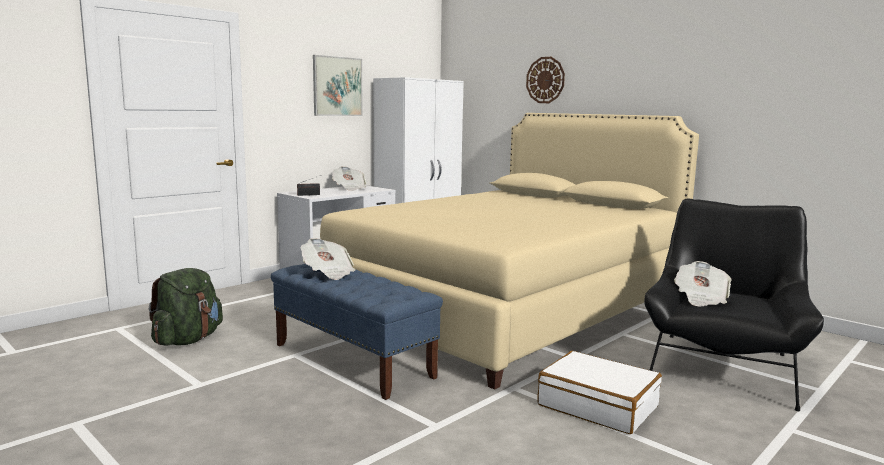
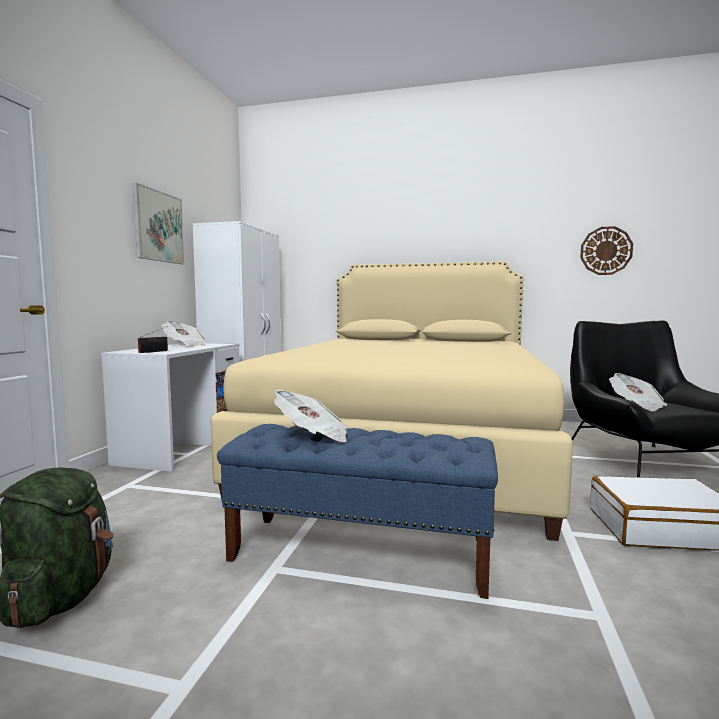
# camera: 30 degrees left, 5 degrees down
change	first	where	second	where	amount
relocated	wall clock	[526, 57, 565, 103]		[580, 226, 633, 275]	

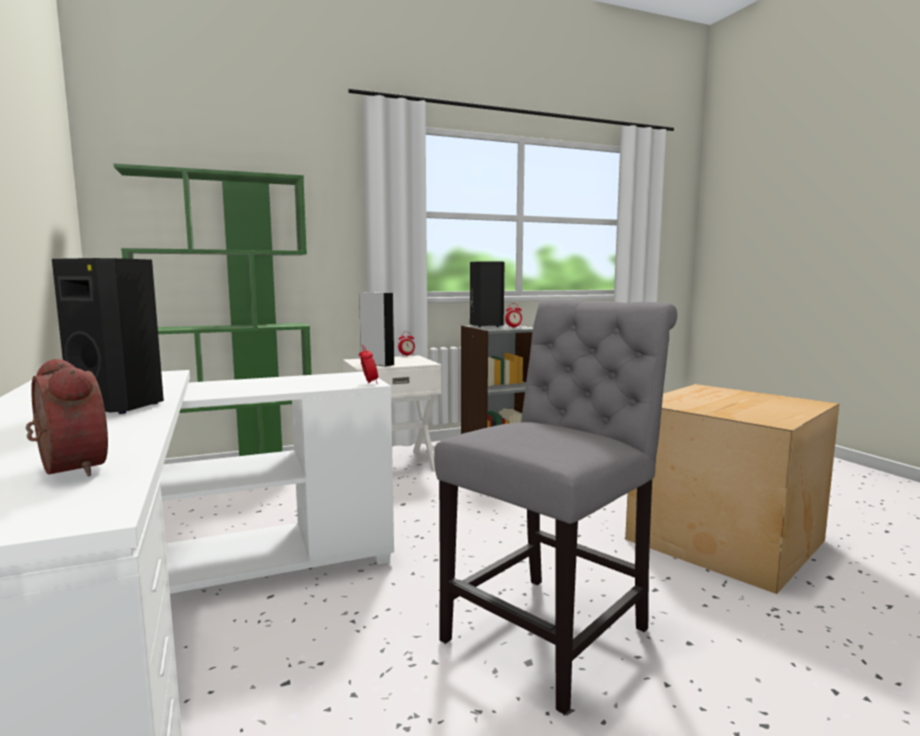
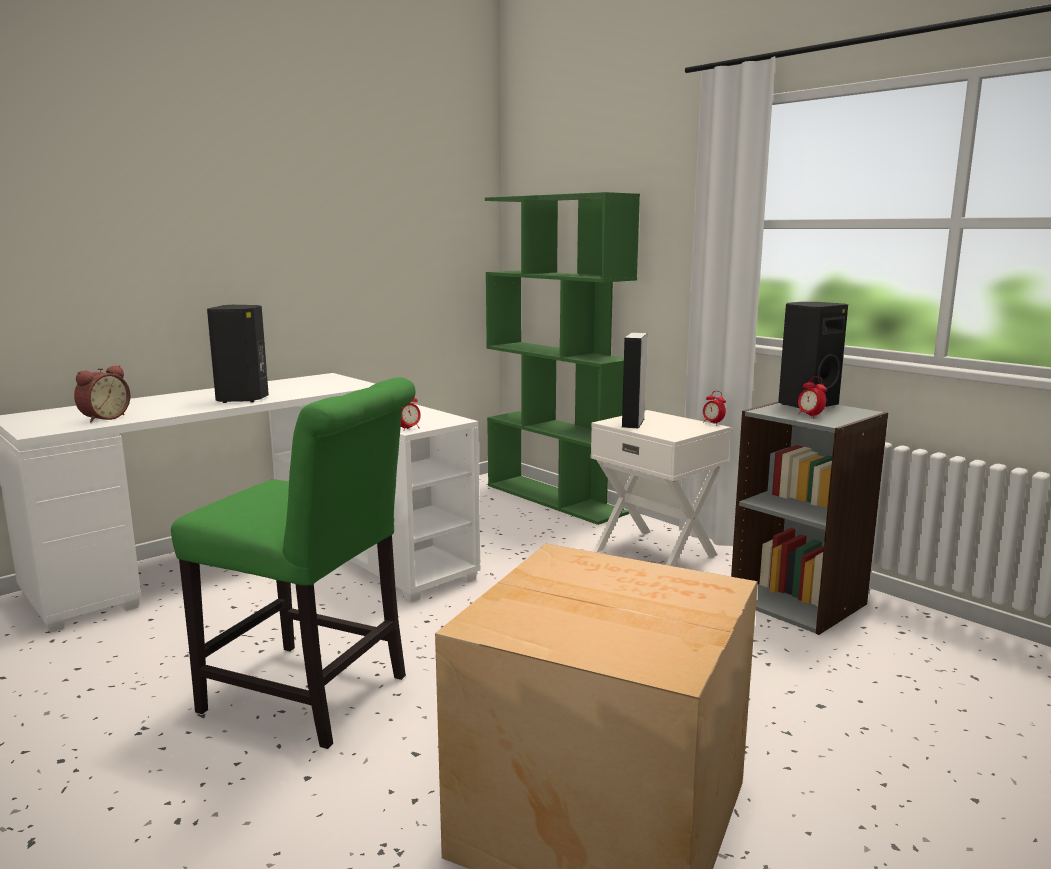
# camera: 70 degrees right, 5 degrees up
change	first	where	second	where	amount
colour	plain chair (greyish)	[434, 299, 677, 715]	plain chair (green-coloured)	[171, 377, 415, 749]	

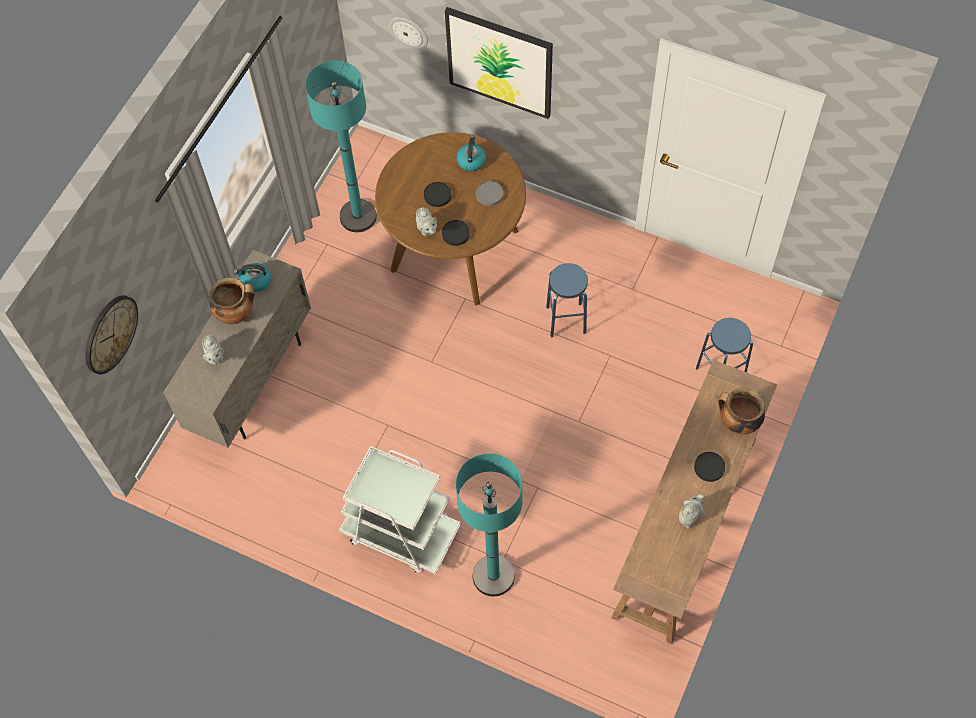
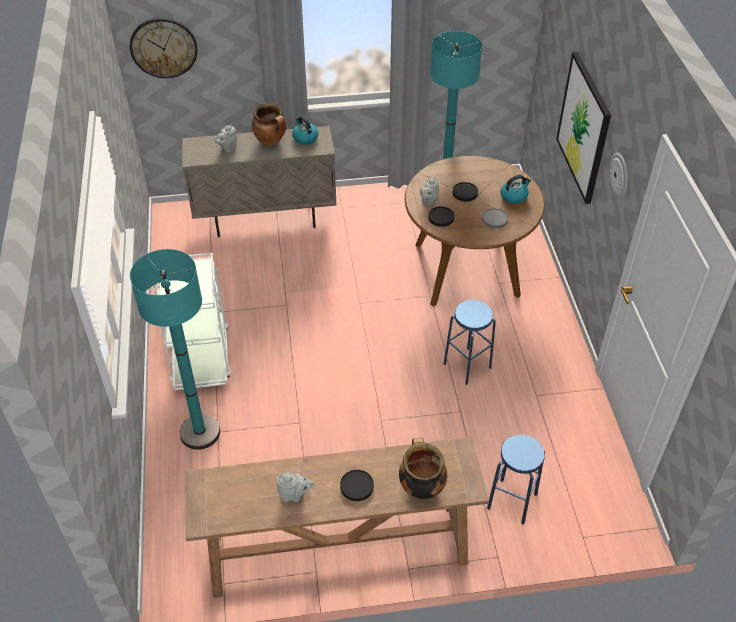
# camera: 55 degrees right, 15 degrees down
change	first	where	second	where	amount
relocated	wall clock	[389, 17, 428, 49]		[610, 153, 628, 199]	

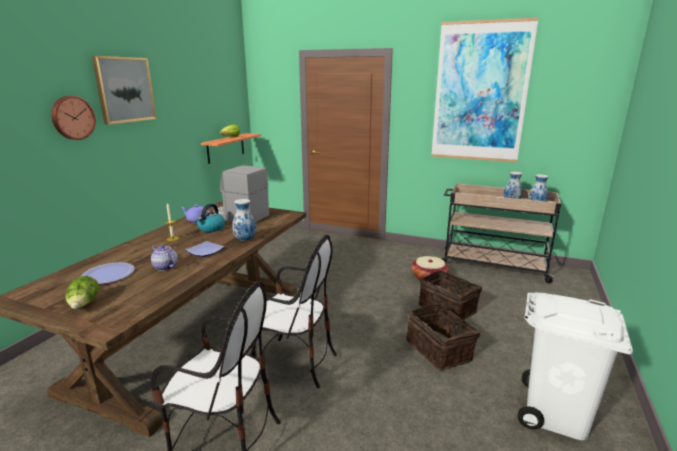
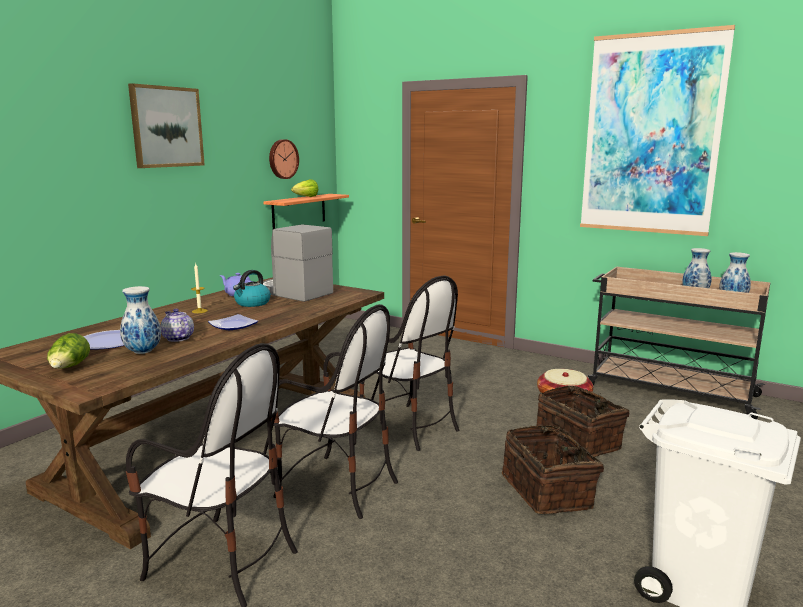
# camera: 10 degrees right, 5 degrees down
change	first	where	second	where	amount
relocated	wall clock	[51, 96, 96, 140]		[269, 139, 299, 179]	
relocated	decorative vase	[232, 199, 256, 241]		[120, 286, 161, 354]	
appeared			plain chair	[360, 276, 460, 451]	

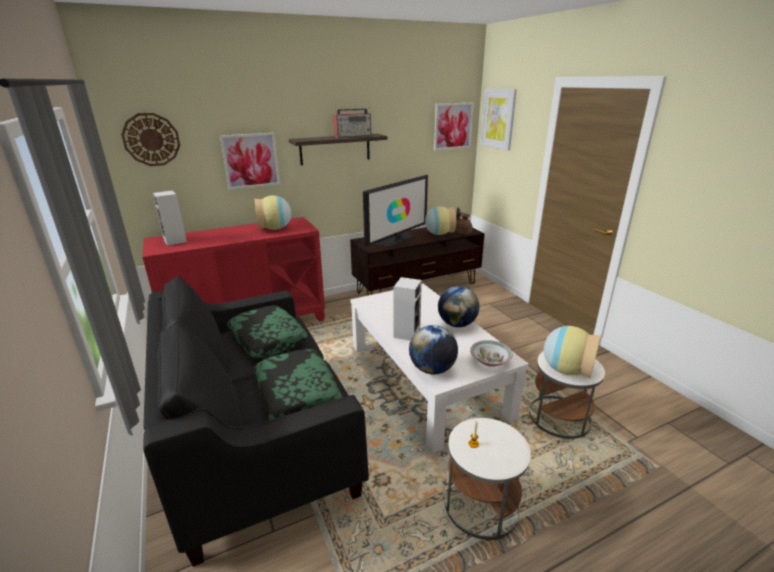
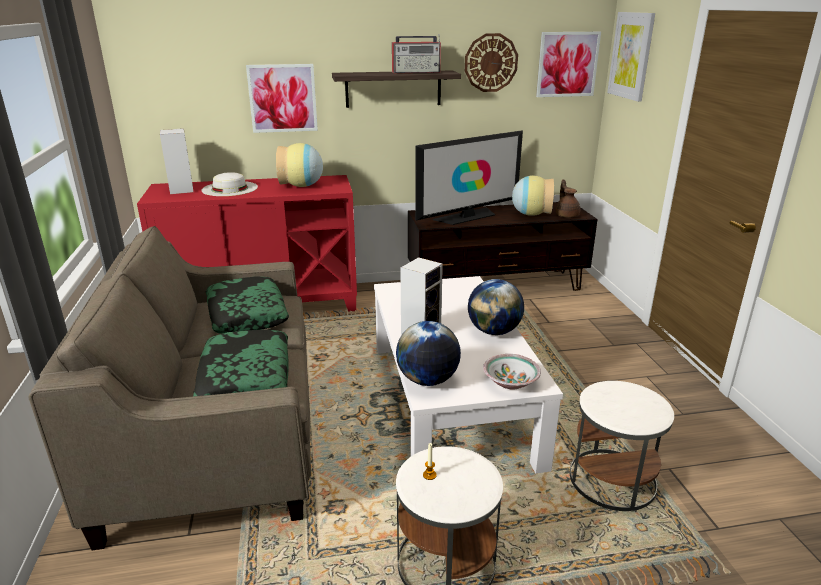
# camera: 15 degrees right, 0 degrees up
change	first	where	second	where	amount
relocated	wall clock	[121, 113, 180, 166]		[465, 33, 518, 92]	
colour	sofa (blackish)	[143, 276, 369, 567]	sofa (sand-coloured)	[28, 226, 311, 550]	
missing	decorative vase	[544, 326, 601, 378]			
appeared			clothing hat (whitish)	[201, 172, 258, 196]	

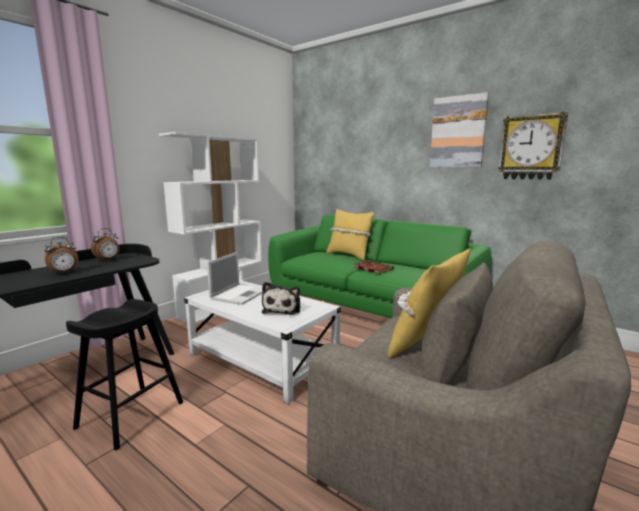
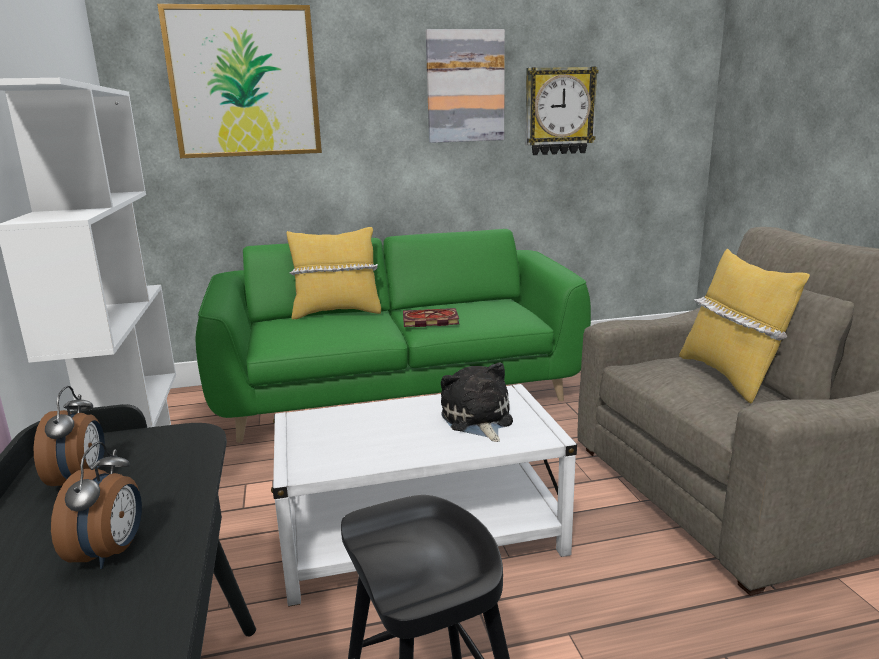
# camera: 50 degrees left, 5 degrees up
change	first	where	second	where	amount
missing	portable computer	[207, 252, 263, 305]			
spun	cuddly toy	[262, 282, 301, 315]		[441, 362, 513, 442]	150 degrees counterclockwise
appeared			wall picture	[157, 4, 322, 158]	

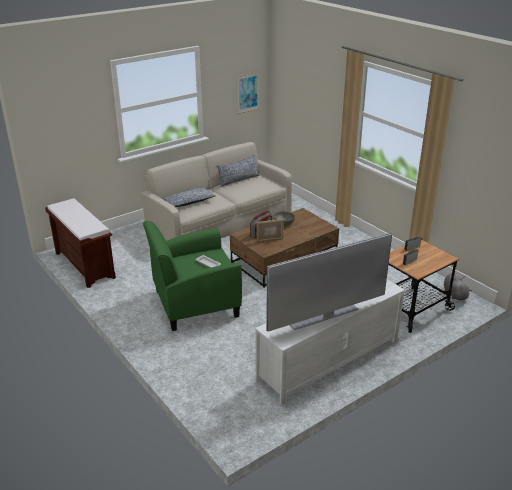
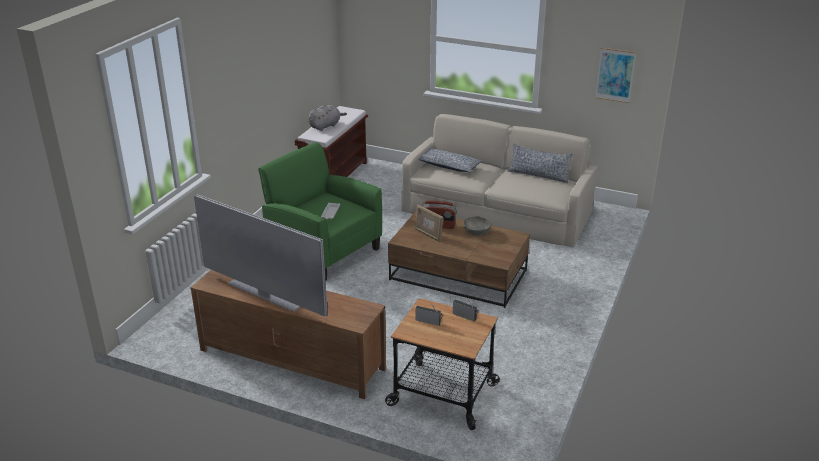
# camera: 60 degrees right, 0 degrees up
change	first	where	second	where	amount
relocated	cuddly toy (greyish)	[444, 273, 472, 300]		[308, 105, 347, 131]	
colour	tv unit (whitish)	[255, 279, 405, 405]	tv unit (brown)	[190, 270, 386, 399]	

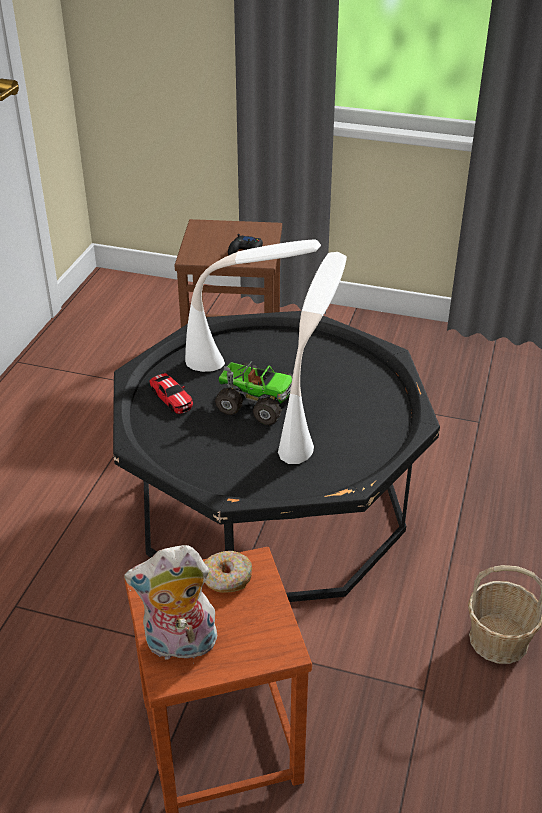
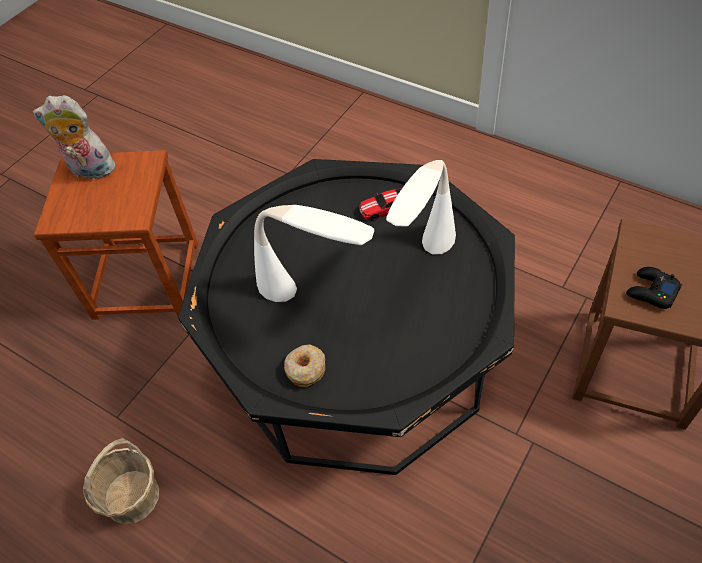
# camera: 110 degrees right, 15 degrees up
change	first	where	second	where	amount
missing	toy lorry	[215, 361, 293, 425]			
spun	cuddly toy	[124, 545, 218, 660]		[33, 95, 116, 179]	90 degrees counterclockwise
relocated	ring doughnut	[204, 551, 252, 593]		[284, 344, 325, 387]	

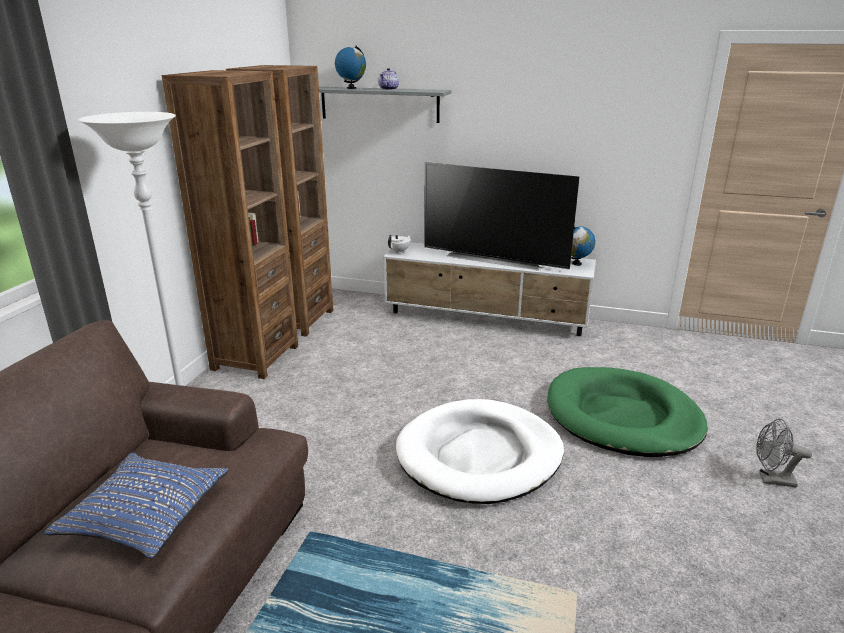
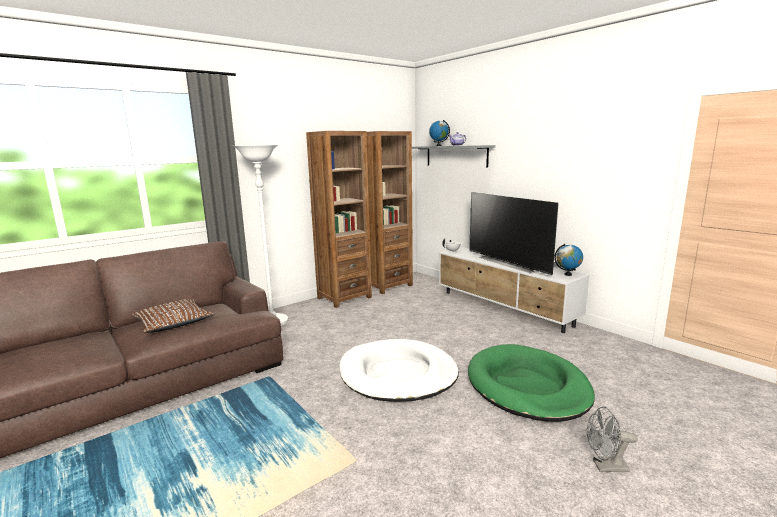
# camera: 35 degrees right, 10 degrees down
change	first	where	second	where	amount
spun	cooling fan (greyish)	[756, 419, 812, 488]		[587, 407, 638, 472]	45 degrees counterclockwise
colour	cushion (blue-coloured)	[44, 453, 228, 558]	cushion (brown)	[131, 299, 214, 333]	

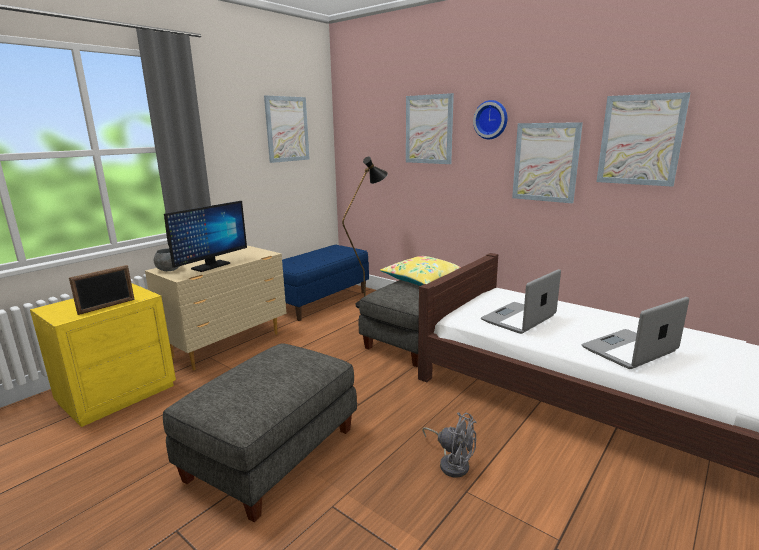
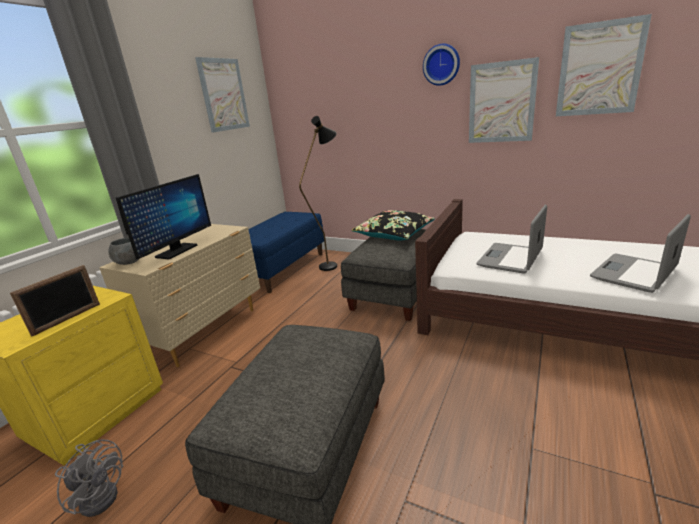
# camera: 10 degrees left, 5 degrees up
change	first	where	second	where	amount
missing	wall picture	[406, 93, 454, 164]			
colour	cushion (yellow-coloured)	[380, 256, 461, 286]	cushion (blackish)	[352, 210, 435, 241]	
relocated	cooling fan (greyish)	[422, 412, 477, 478]		[55, 439, 123, 517]	

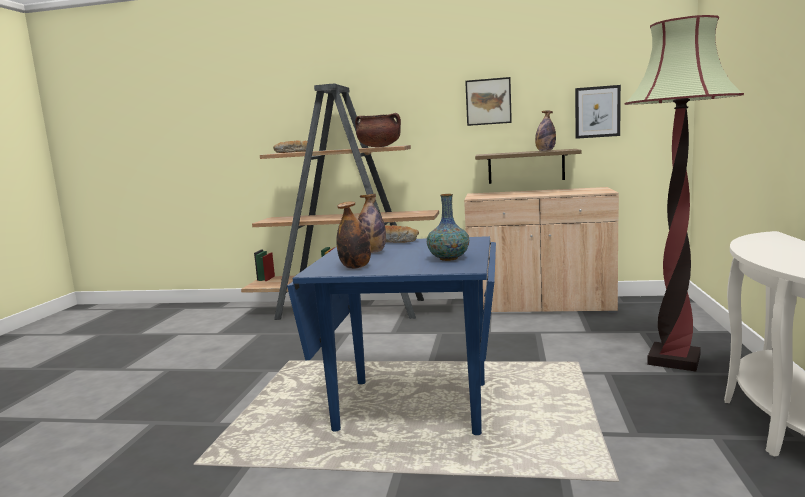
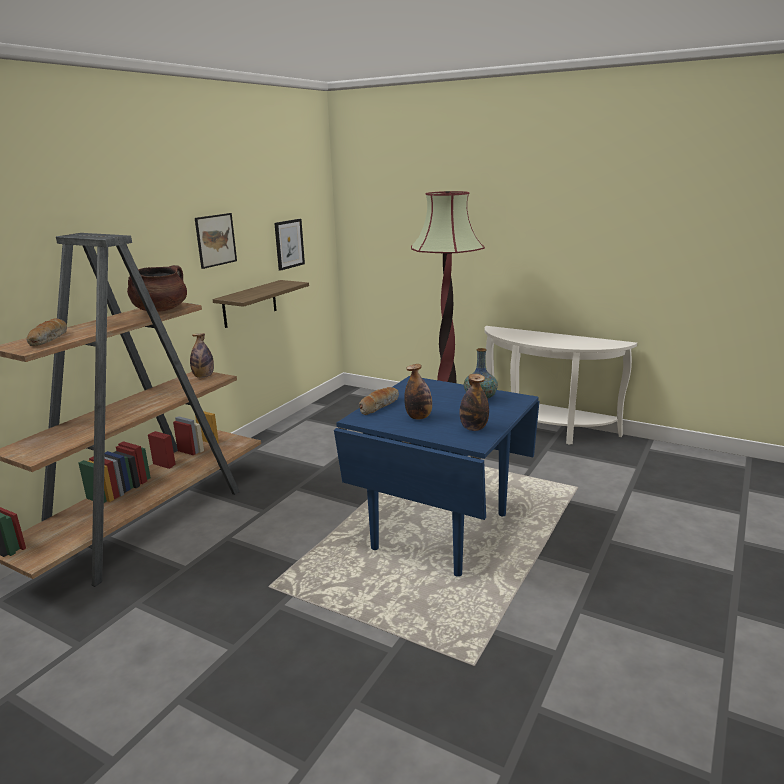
# camera: 70 degrees left, 10 degrees up
change	first	where	second	where	amount
relocated	beverage bottle	[535, 110, 556, 151]		[190, 333, 214, 378]	
missing	cabinet (sand-coloured)	[464, 187, 619, 313]			

